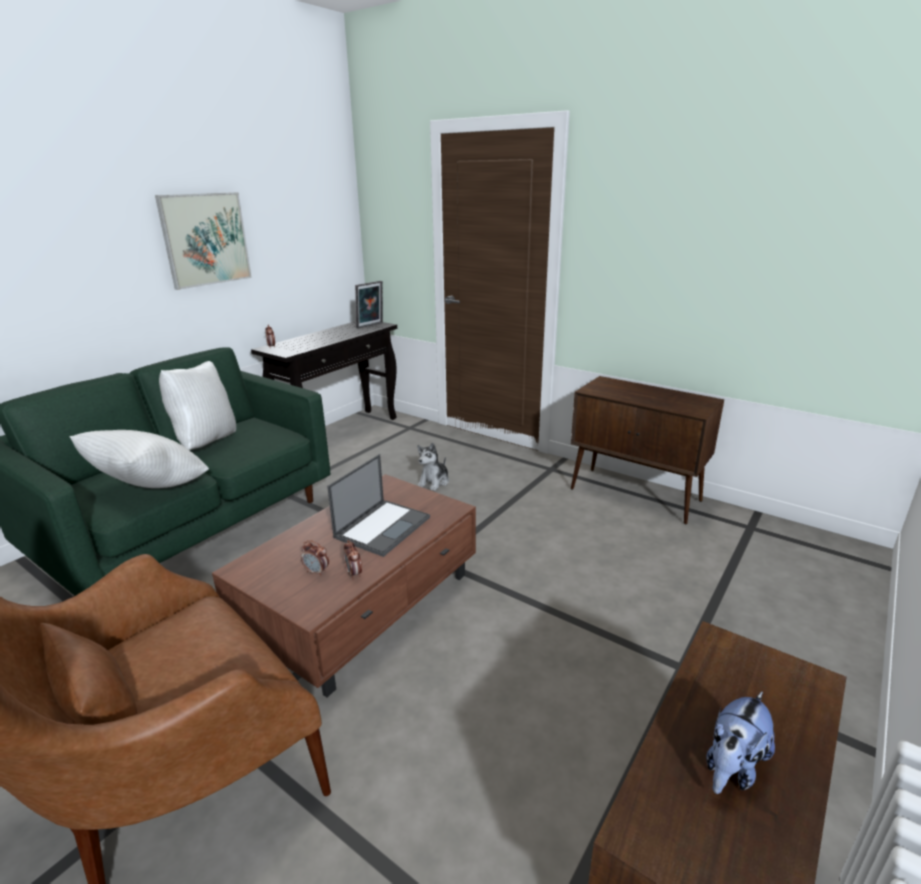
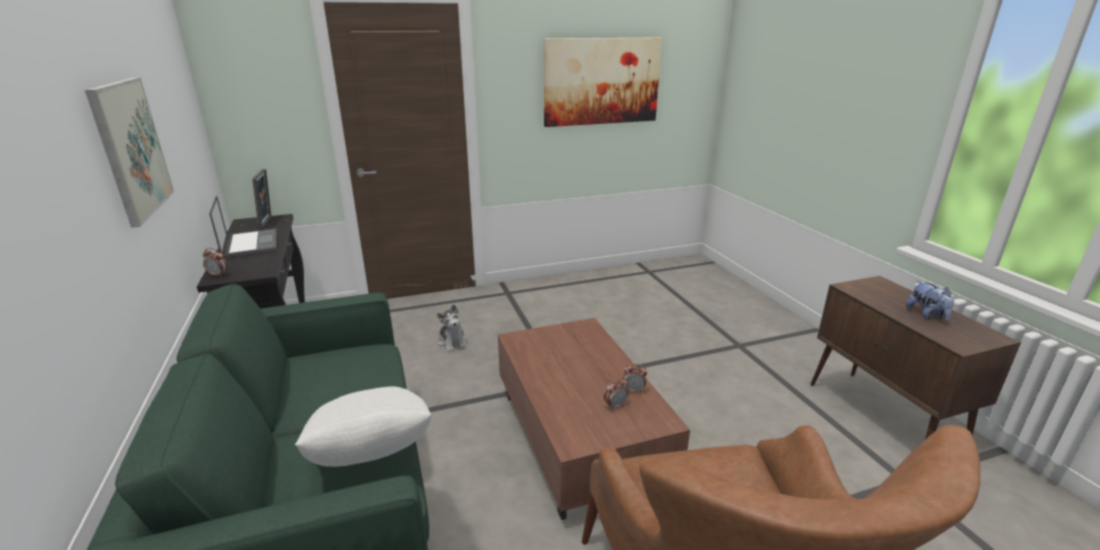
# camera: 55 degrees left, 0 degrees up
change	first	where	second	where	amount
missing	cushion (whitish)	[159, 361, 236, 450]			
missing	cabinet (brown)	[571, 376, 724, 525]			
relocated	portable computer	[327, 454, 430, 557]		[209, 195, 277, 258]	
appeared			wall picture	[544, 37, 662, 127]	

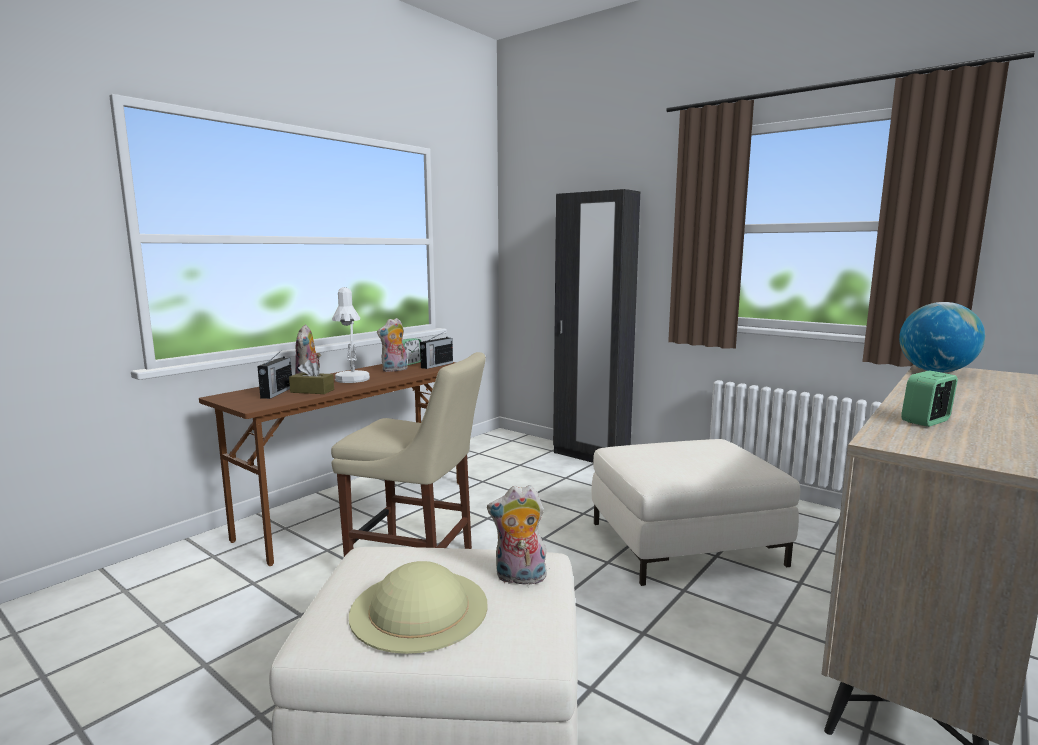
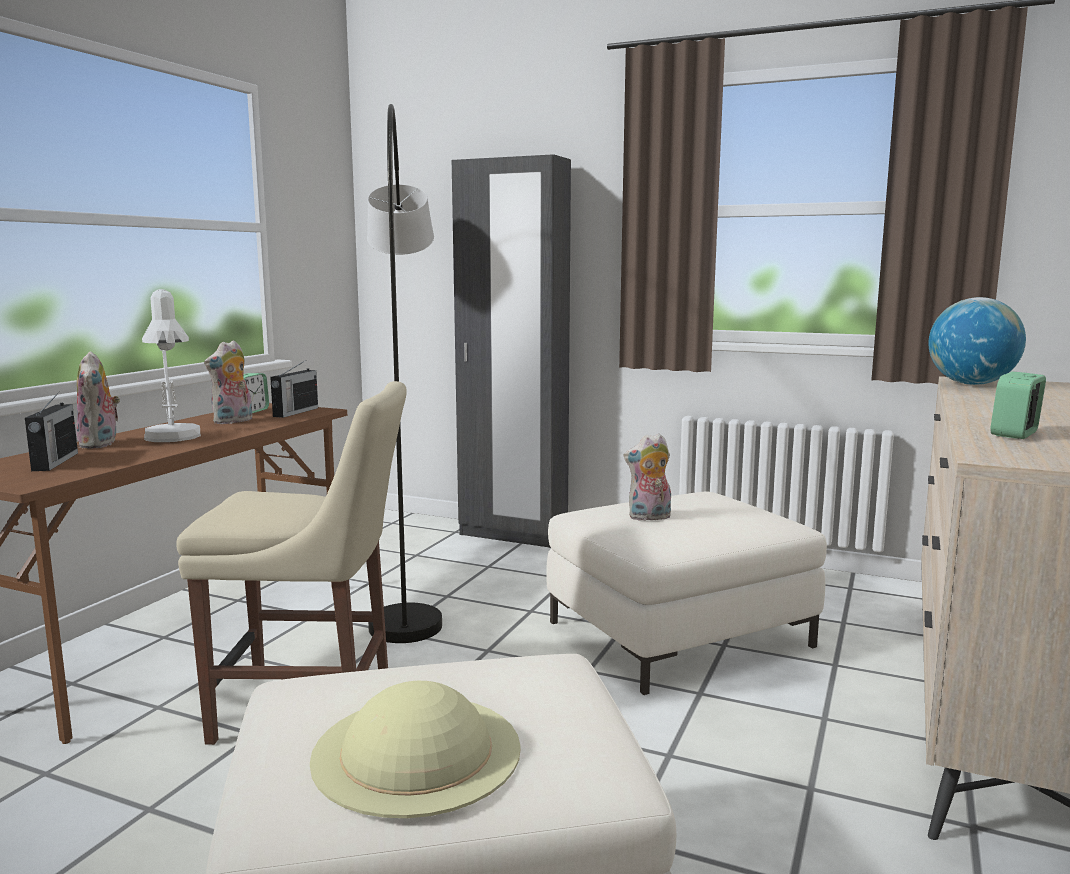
# camera: 15 degrees left, 0 degrees up
change	first	where	second	where	amount
missing	tissue box (brown)	[289, 360, 334, 394]			
relocated	cuddly toy	[487, 485, 547, 585]		[623, 433, 671, 521]	
appeared			floor lamp (greyish)	[367, 104, 442, 643]	

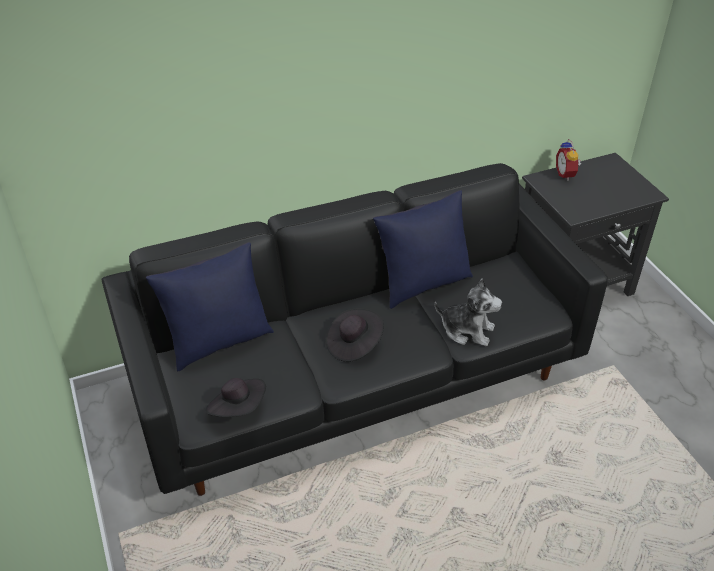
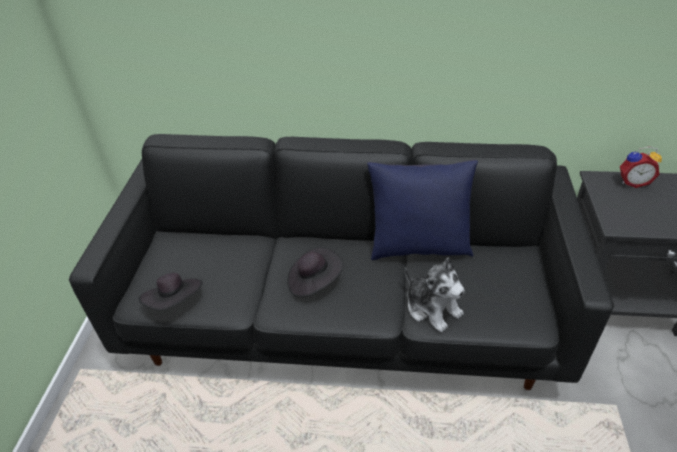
# camera: 30 degrees right, 0 degrees up
change	first	where	second	where	amount
spun	alarm clock	[556, 139, 581, 181]		[620, 147, 662, 188]	105 degrees counterclockwise
missing	cushion (blue-coloured)	[146, 242, 274, 371]			

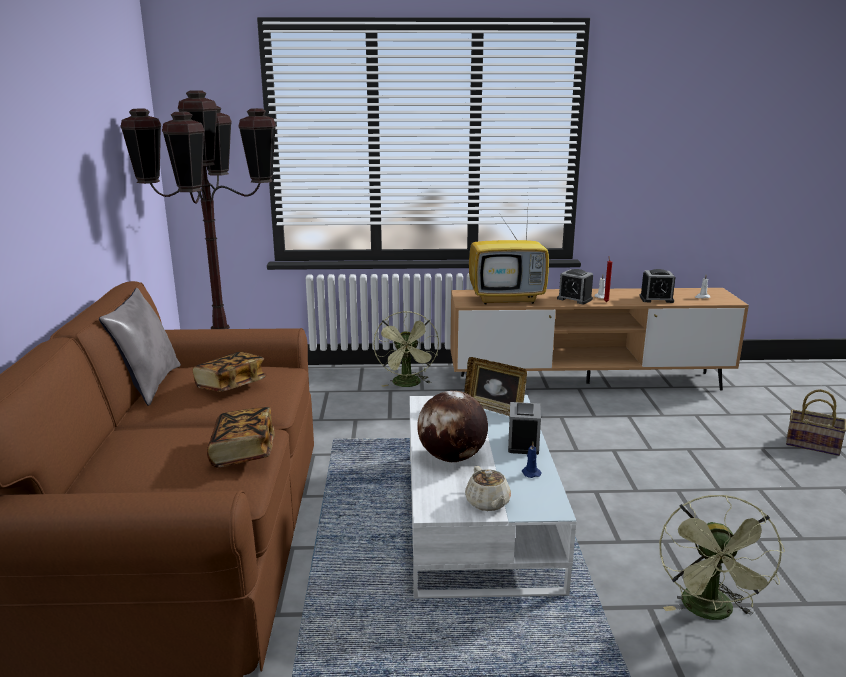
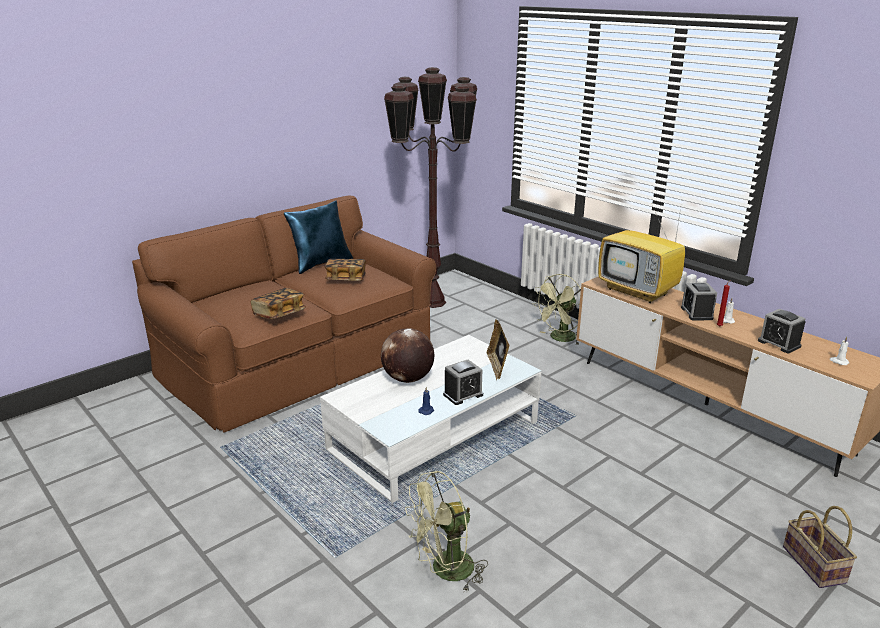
# camera: 50 degrees right, 5 degrees up
change	first	where	second	where	amount
colour	cushion (greyish)	[99, 288, 181, 406]	cushion (blue-coloured)	[284, 200, 353, 274]	
missing	teapot (sand-coloured)	[465, 466, 511, 511]			

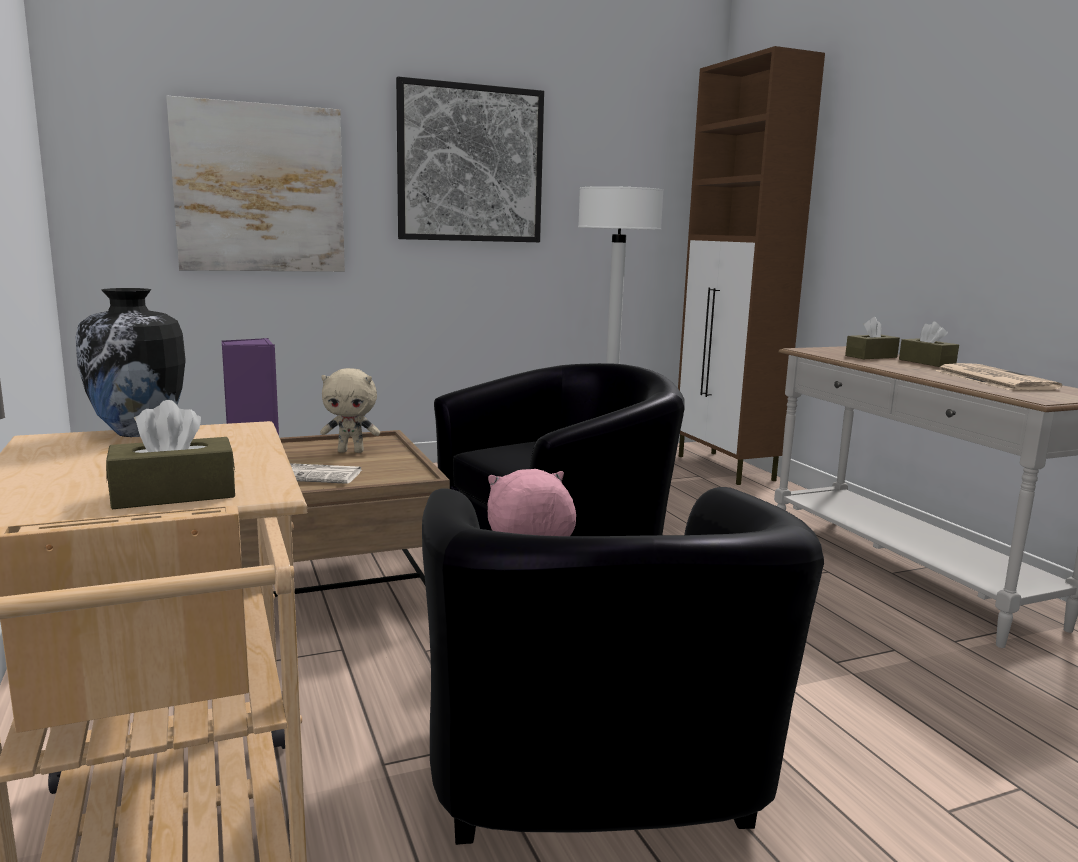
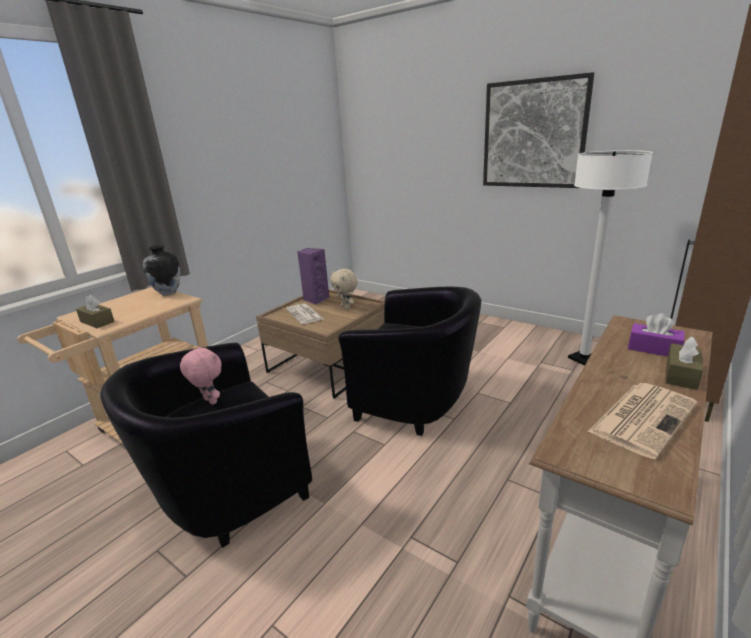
# camera: 60 degrees right, 10 degrees up
change	first	where	second	where	amount
missing	wall picture	[166, 96, 345, 272]			
colour	tissue box (brown)	[845, 317, 900, 359]	tissue box (purplish)	[628, 313, 685, 357]	

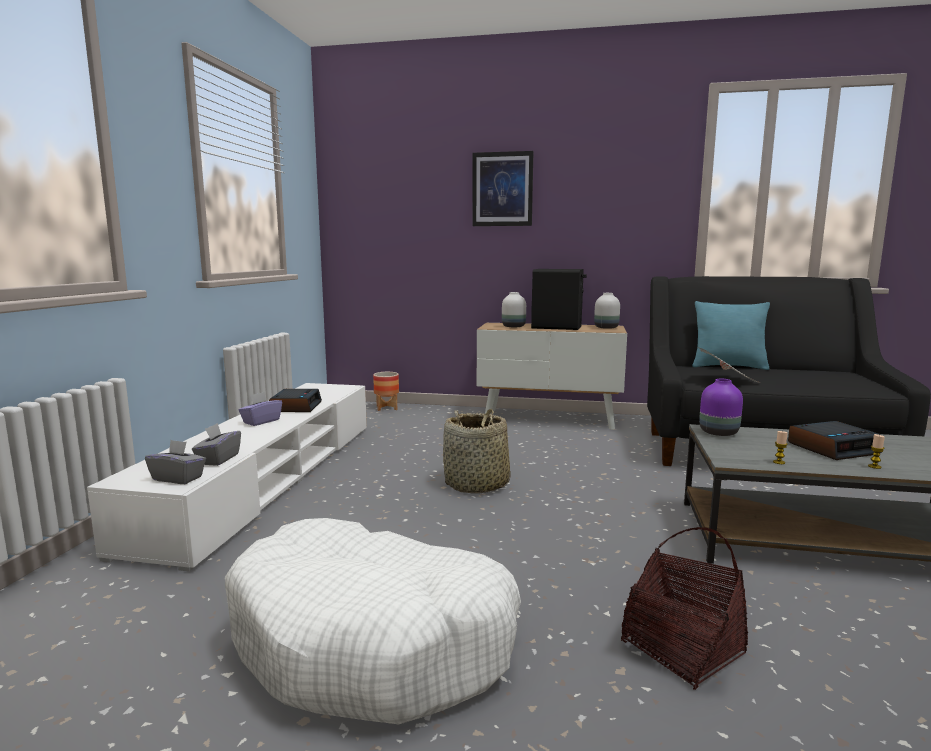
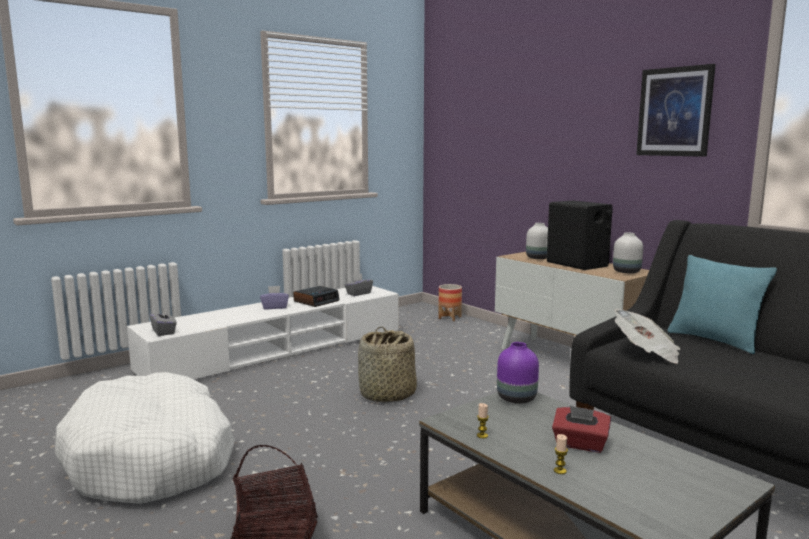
# camera: 40 degrees right, 0 degrees up
change	first	where	second	where	amount
relocated	wall picture	[472, 151, 534, 226]		[636, 64, 716, 157]	
exchanged	alarm clock	[788, 421, 882, 460]	tissue box (reddish)	[552, 406, 611, 453]	
relocated	tissue box (greyish)	[192, 423, 241, 466]		[345, 273, 373, 296]	

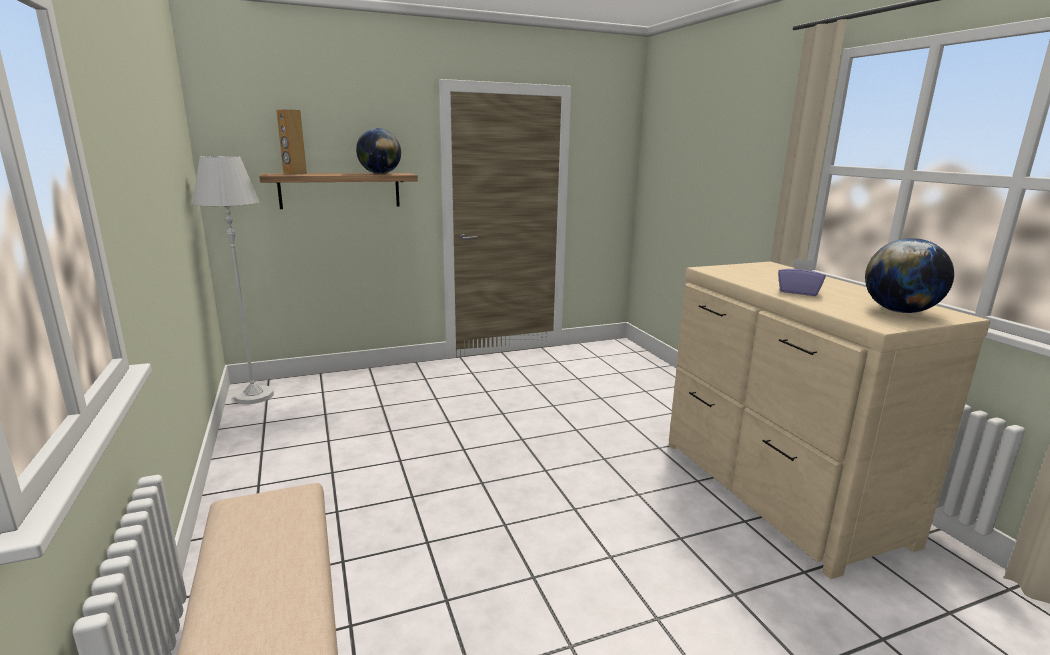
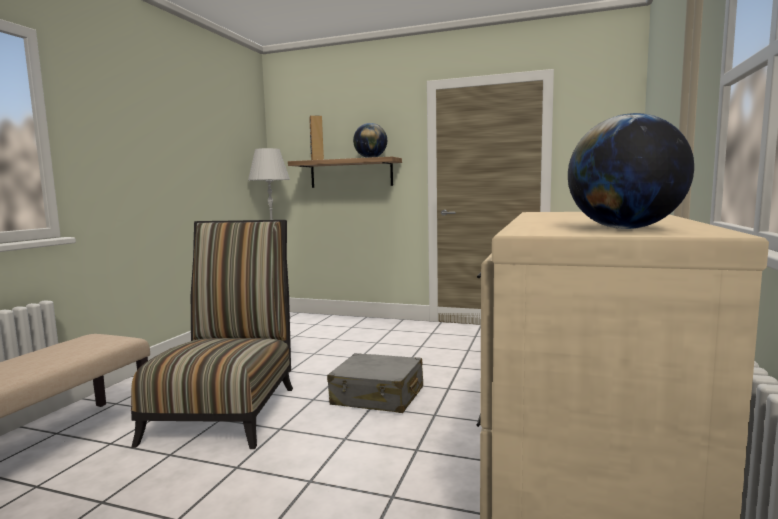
# camera: 40 degrees right, 10 degrees down
change	first	where	second	where	amount
missing	tissue box (purplish)	[778, 258, 825, 296]			
appeared			plain chair	[131, 220, 293, 449]	
appeared			piece of luggage (greyish)	[327, 353, 423, 413]	

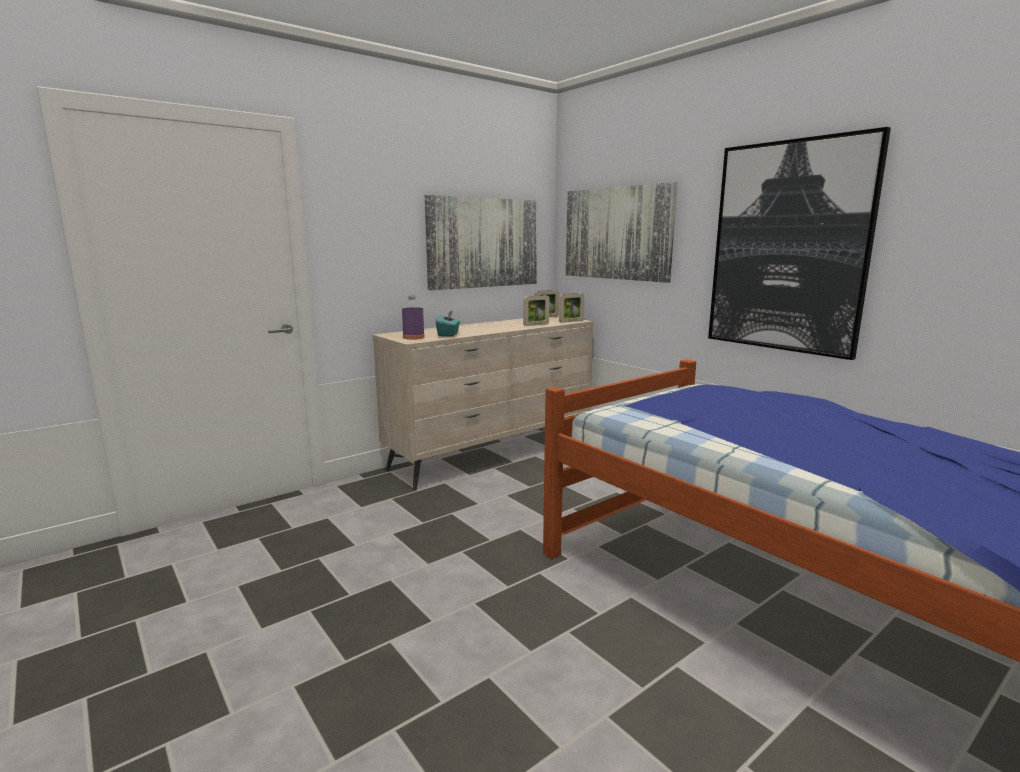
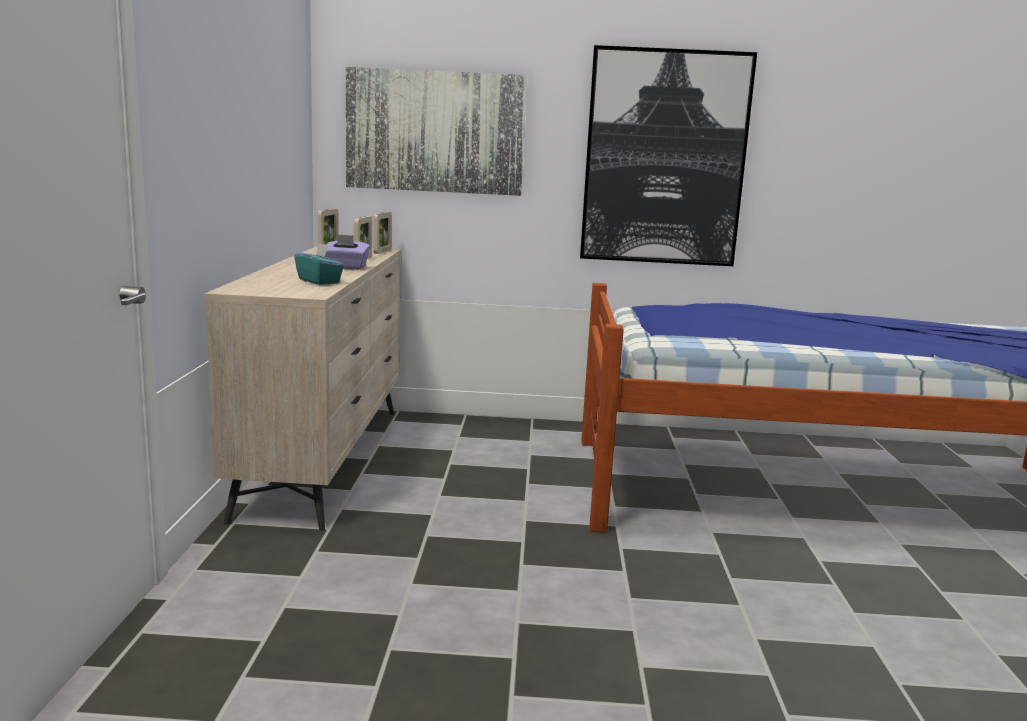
# camera: 50 degrees left, 0 degrees up
change	first	where	second	where	amount
missing	wall picture	[425, 195, 538, 290]			
missing	beverage bottle (purplish)	[402, 296, 425, 340]			
appeared			tissue box (purplish)	[325, 234, 370, 270]	

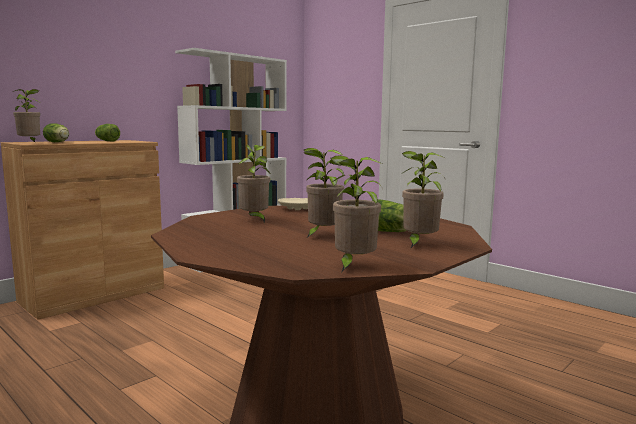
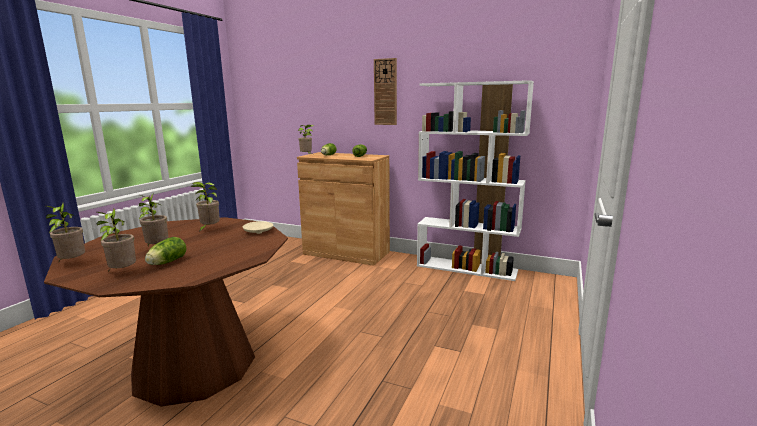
# camera: 70 degrees right, 5 degrees up
change	first	where	second	where	amount
appeared			wall clock	[374, 58, 397, 125]	

